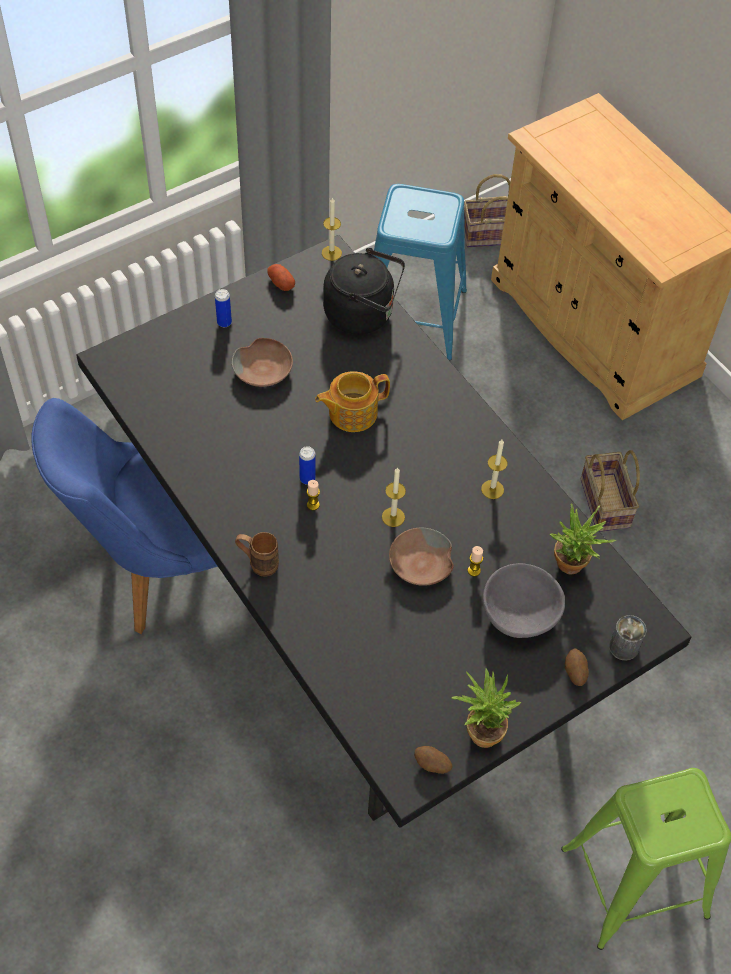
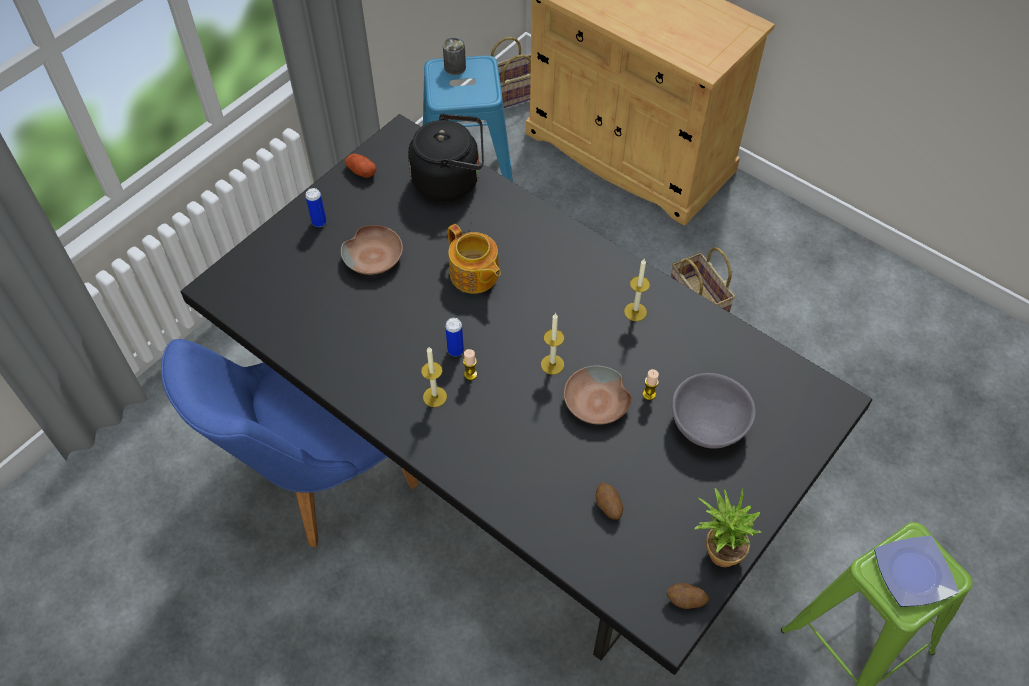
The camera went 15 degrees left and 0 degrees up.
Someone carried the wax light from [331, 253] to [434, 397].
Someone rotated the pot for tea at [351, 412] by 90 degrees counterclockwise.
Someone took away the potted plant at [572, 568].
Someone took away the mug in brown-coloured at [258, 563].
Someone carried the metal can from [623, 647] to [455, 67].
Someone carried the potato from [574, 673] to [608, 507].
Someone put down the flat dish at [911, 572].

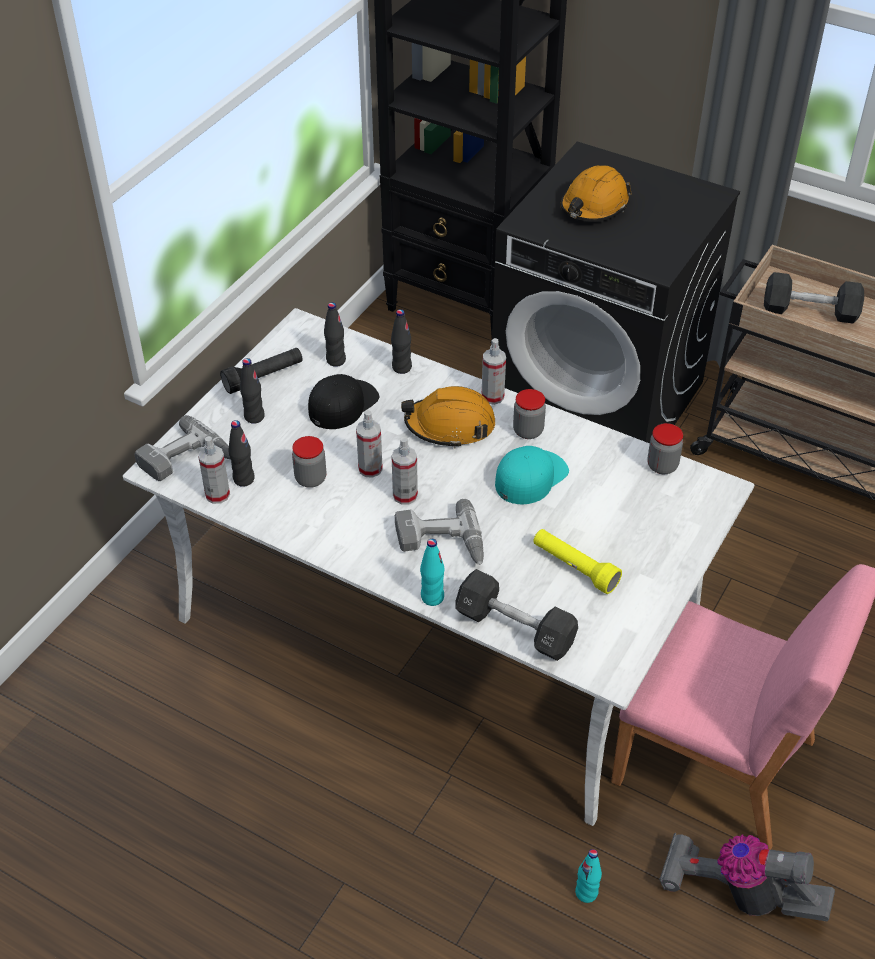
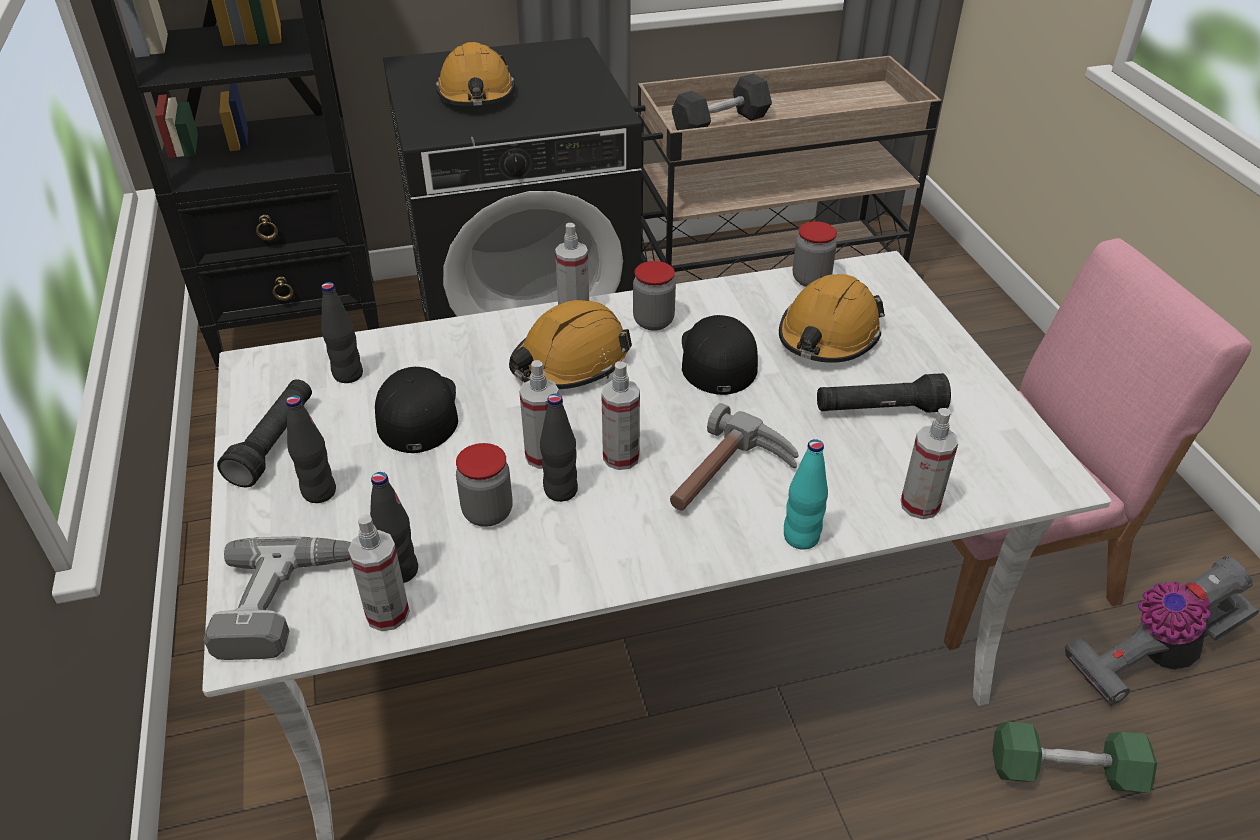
The camera went 45 degrees left and 5 degrees down.
Someone carried the drink bottle in black from [401, 367] to [560, 491].
Someone repainted the peaked cap in blue-green at [530, 477], which became the peaked cap in black at [717, 358].
Someone swapped the electric drill at [440, 544] for the tool hammer at [729, 479].
Someone repainted the torch in yellow at [574, 567], which became the torch in black at [879, 410].
Someone swapped the free weight in black at [515, 628] for the spray bottle at [919, 505].
Someone swapped the drink bottle in blue-green at [586, 893] for the free weight in green-coloured at [1065, 771].
Someone put down the safety helmet in orangey at [828, 336].

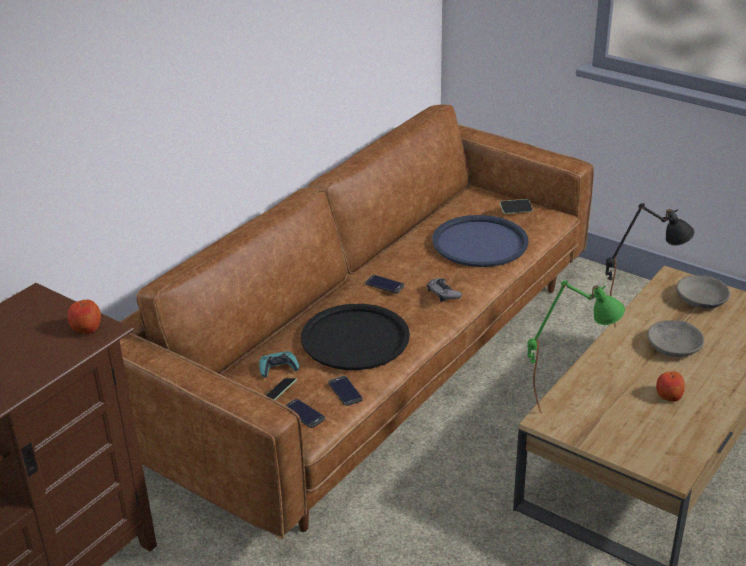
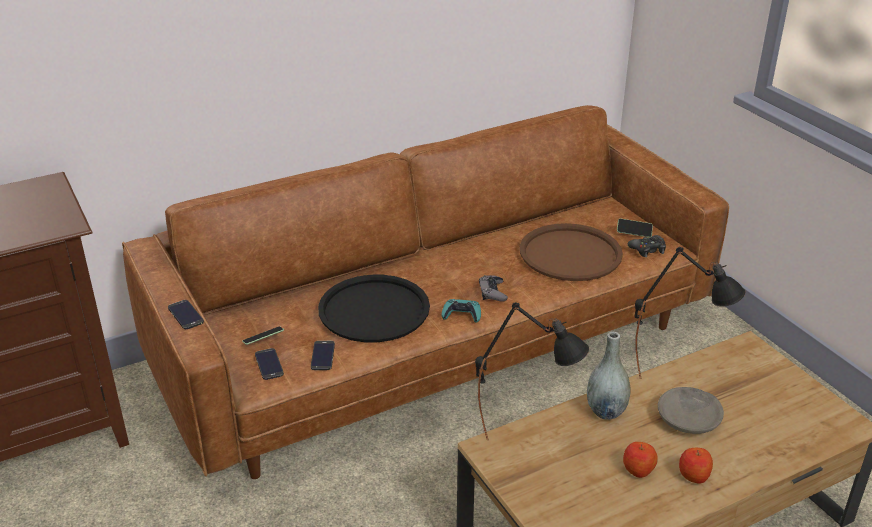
The camera went 25 degrees right and 0 degrees up.
Someone repainted the serving tray in bluish at [480, 243], which became the serving tray in brown-coloured at [570, 254].
Someone carried the telephone from [384, 284] to [185, 315].
Someone took away the bowl in greyish at [701, 300].
Someone repainted the tabletop lamp in green-coloured at [567, 401], which became the tabletop lamp in black at [525, 437].
Someone carried the whole apple from [86, 328] to [693, 475].
Someone carried the gamepad in blue-green from [278, 368] to [461, 314].
Someone put down the gamepad in black at [648, 250].
Someone put down the flower vase in greyish at [606, 411].

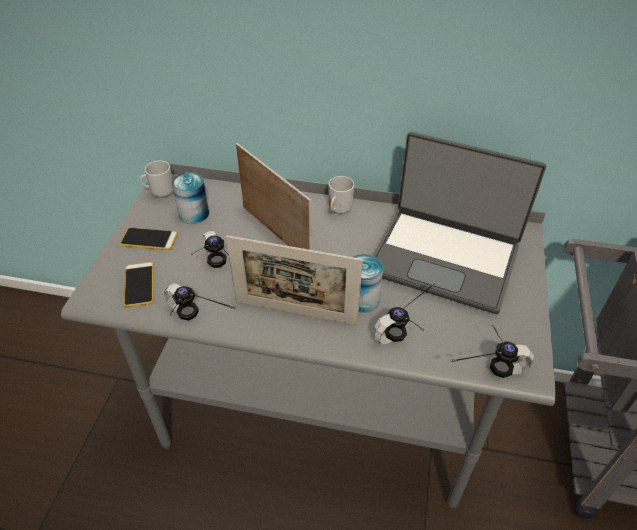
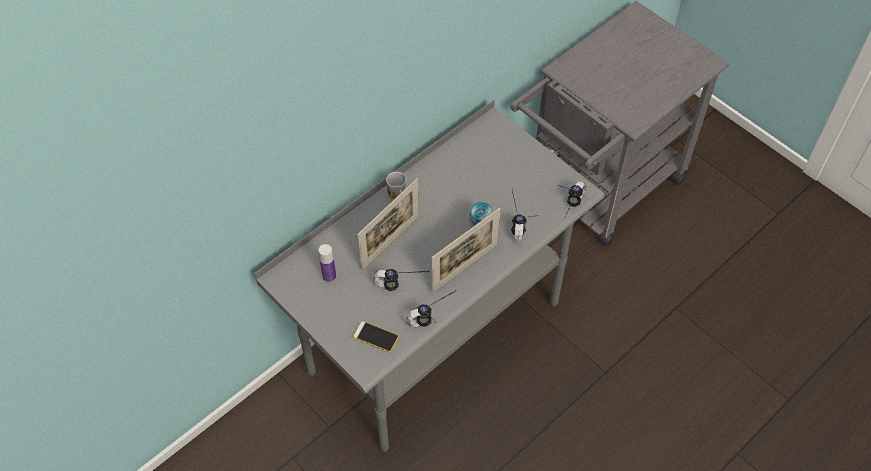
The camera went 55 degrees left and 10 degrees up.
Someone took away the notebook computer at [444, 258].
Someone rotated the picture frame at [275, 234] by 135 degrees clockwise.
Someone took away the mug at [161, 193].
Someone swapped the metal can at [194, 213] for the drink bottle at [329, 276].
Someone took away the telephone at [149, 239].

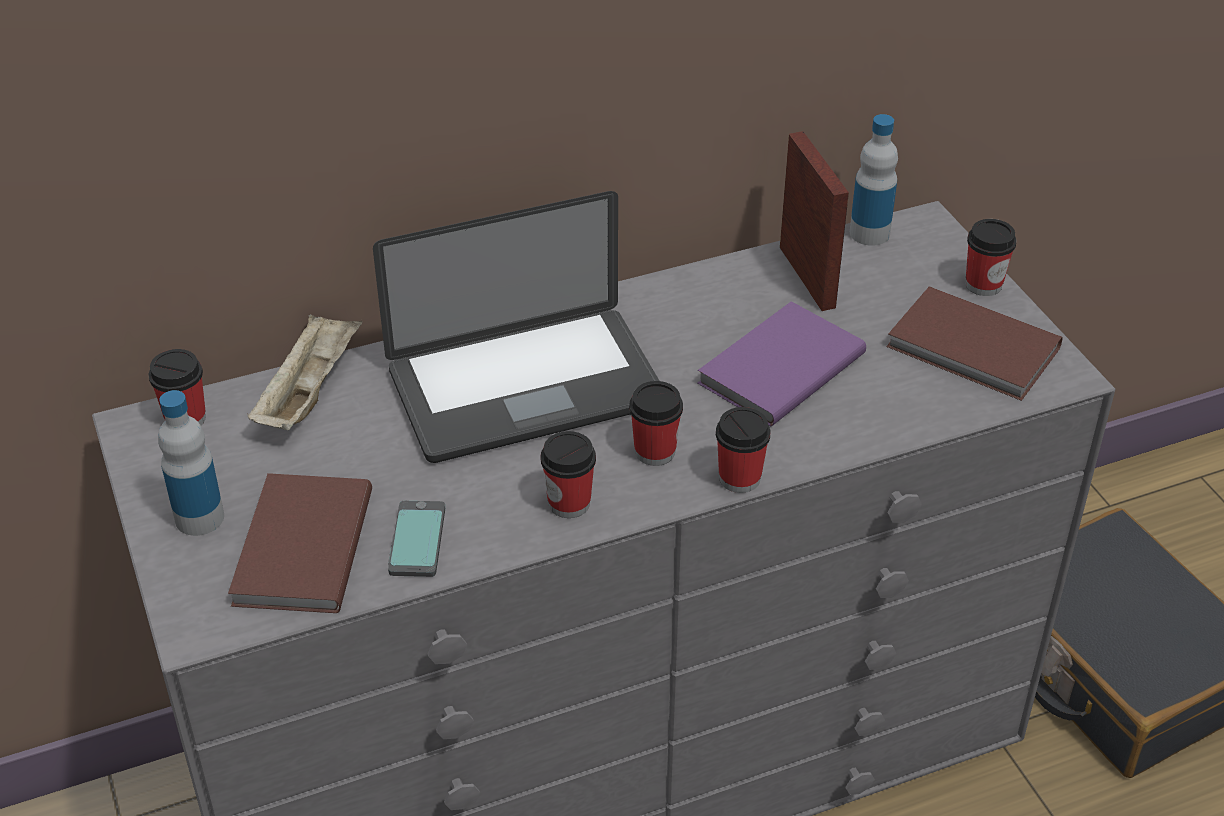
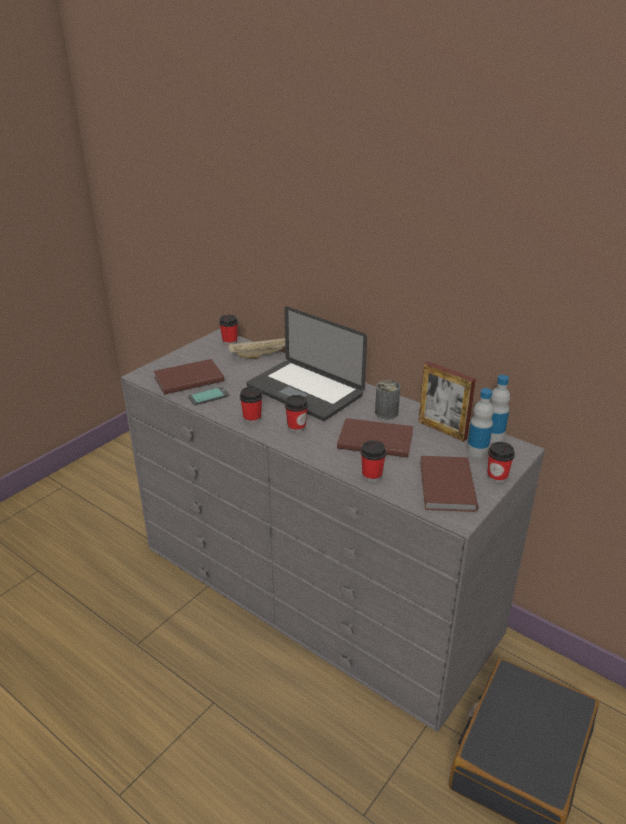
The camera went 60 degrees right and 10 degrees down.
Someone rotated the picture frame at [807, 277] by 90 degrees clockwise.
Someone repainted the bound book in purple at [777, 368], which became the bound book in brown-coloured at [374, 439].
Someone carried the drink bottle from [199, 518] to [477, 451].
Someone carried the cup from [739, 478] to [372, 476].
Someone put down the metal can at [386, 413].

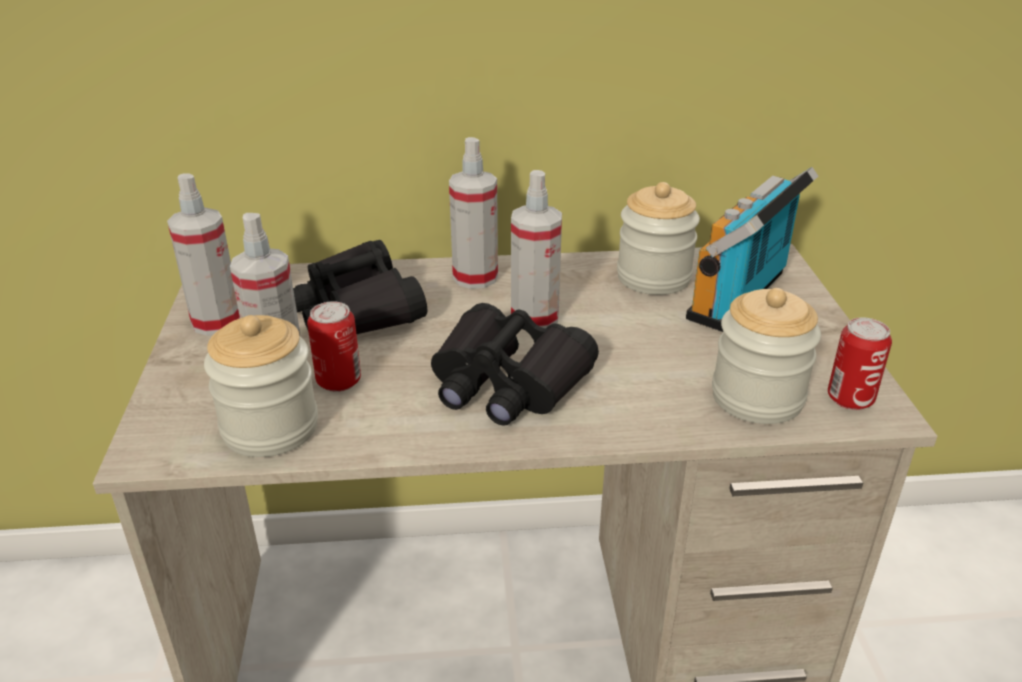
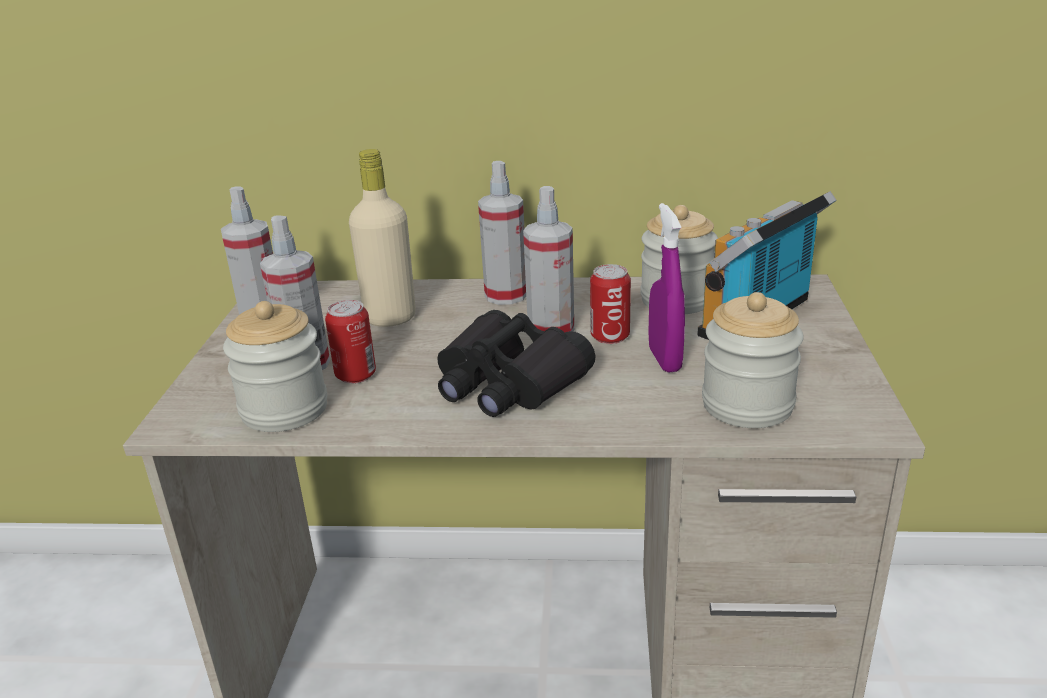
The camera went 10 degrees right and 5 degrees down.
Someone swapped the binoculars in black at [357, 309] for the drink bottle in sand-coloured at [390, 318].
Someone carried the metal can from [850, 399] to [610, 337].
Someone put down the spray bottle in purple at [664, 360].

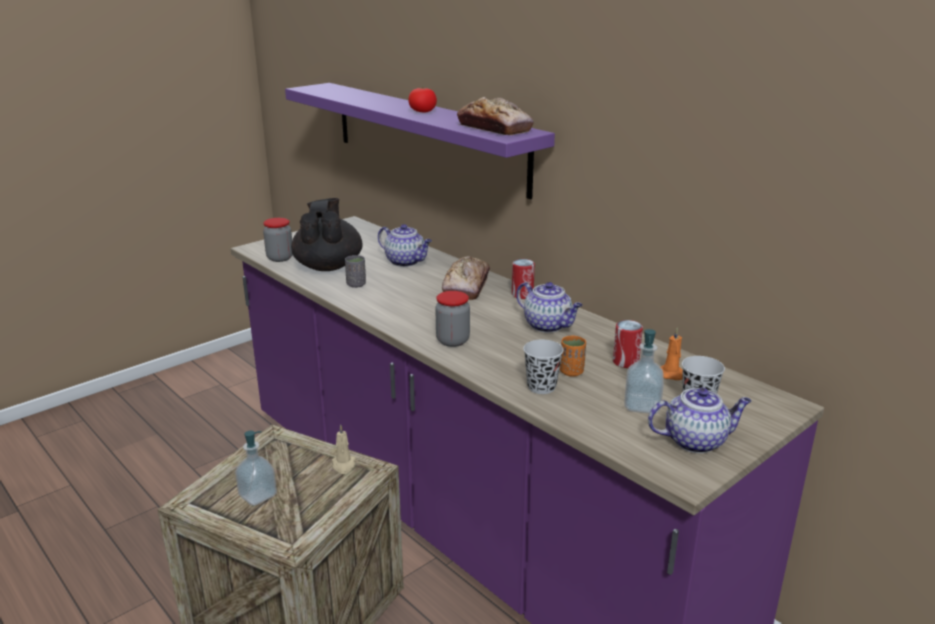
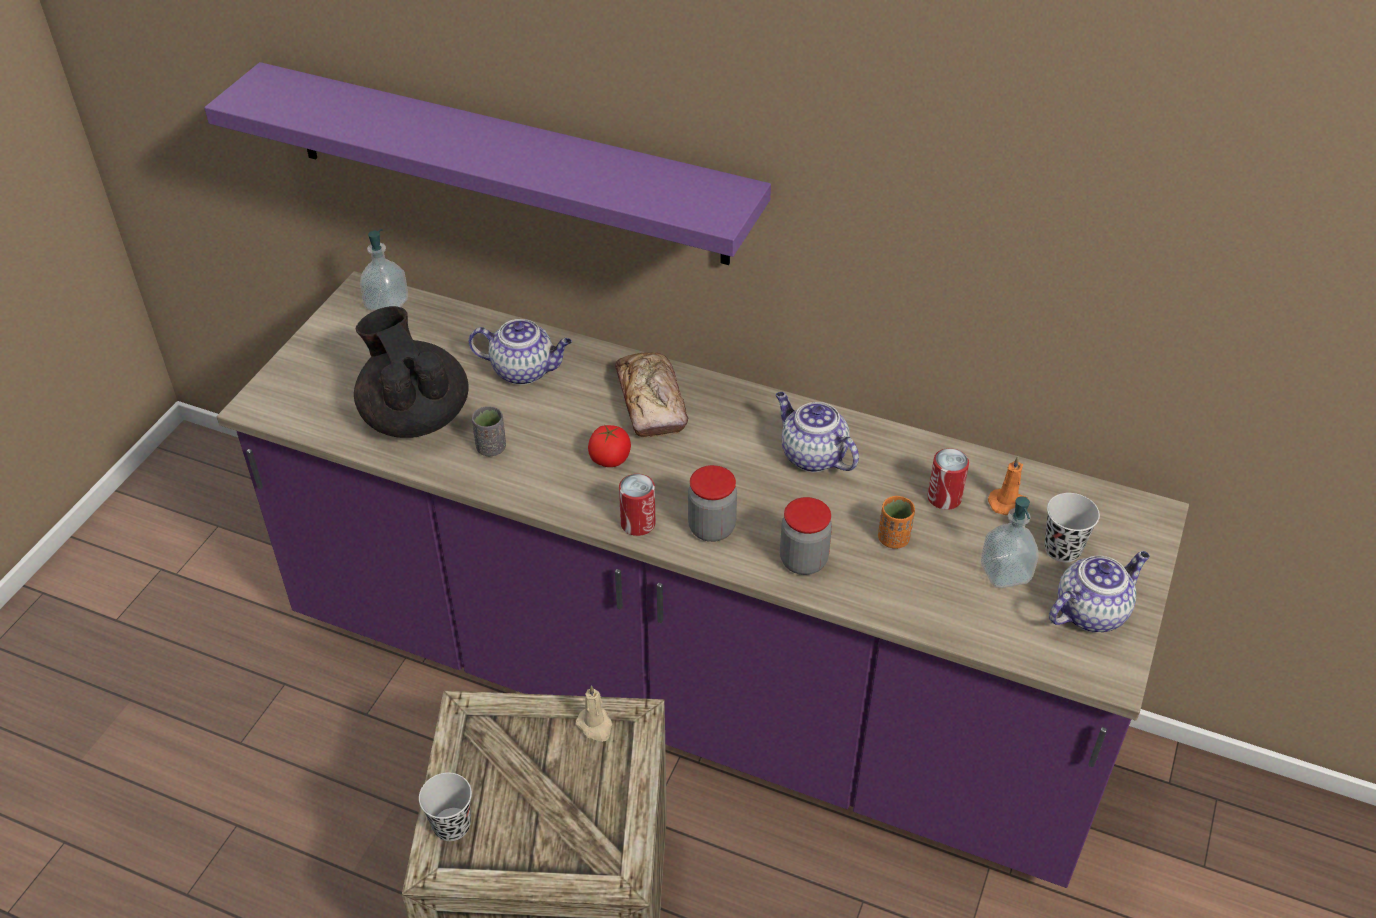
The camera went 25 degrees left and 20 degrees up.
Someone carried the tomato from [422, 112] to [610, 459].
Someone took away the bread at [494, 128].
Someone carried the preserve jar from [280, 258] to [803, 561].
Someone carried the metal can from [522, 295] to [638, 523].
Someone rotated the pot for tea at [548, 326] by 150 degrees counterclockwise.
Someone carried the cup in black from [541, 387] to [452, 825].
Someone carried the soap bottle from [258, 495] to [387, 304].

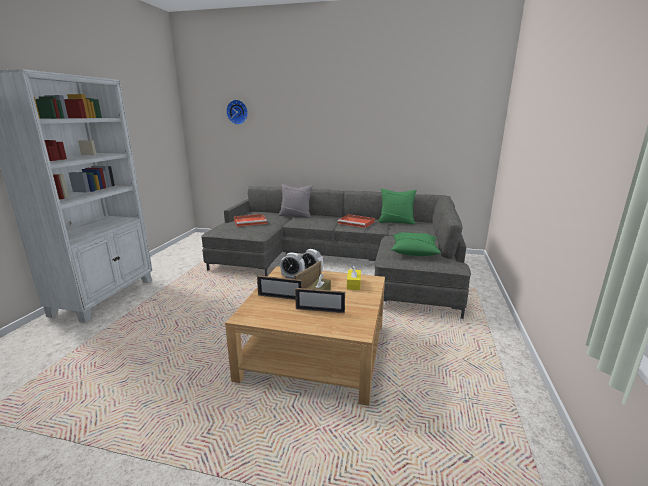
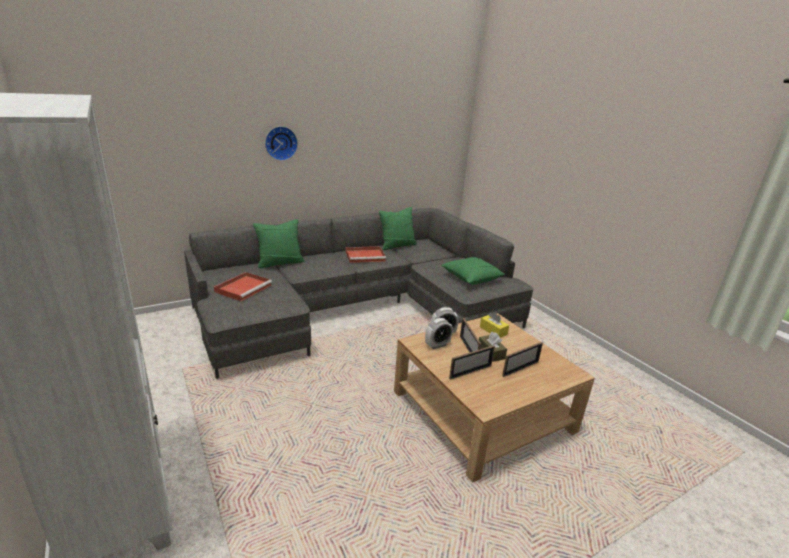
The camera went 45 degrees left and 5 degrees up.
Someone carried the clock on the wall from [237, 112] to [280, 143].
Someone repainted the cushion in greyish at [295, 215], which became the cushion in green-coloured at [280, 263].

